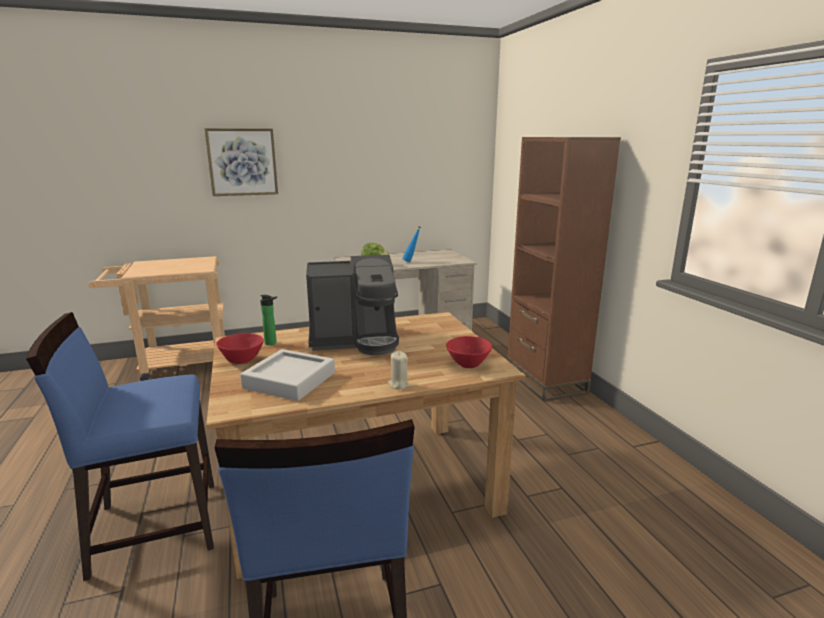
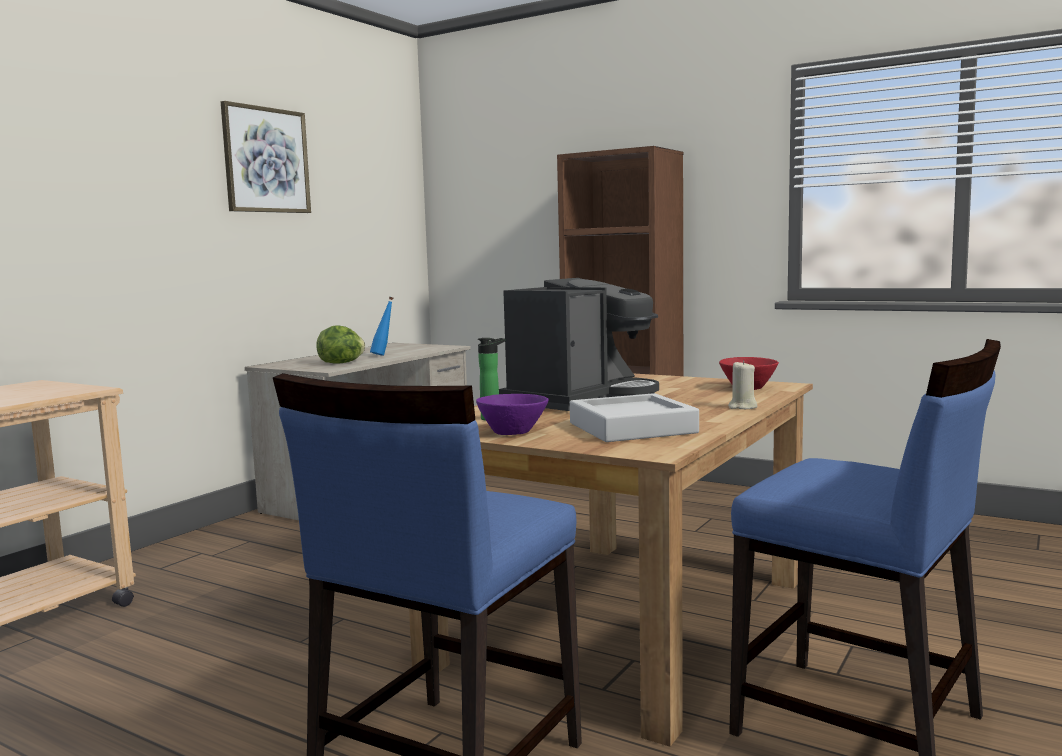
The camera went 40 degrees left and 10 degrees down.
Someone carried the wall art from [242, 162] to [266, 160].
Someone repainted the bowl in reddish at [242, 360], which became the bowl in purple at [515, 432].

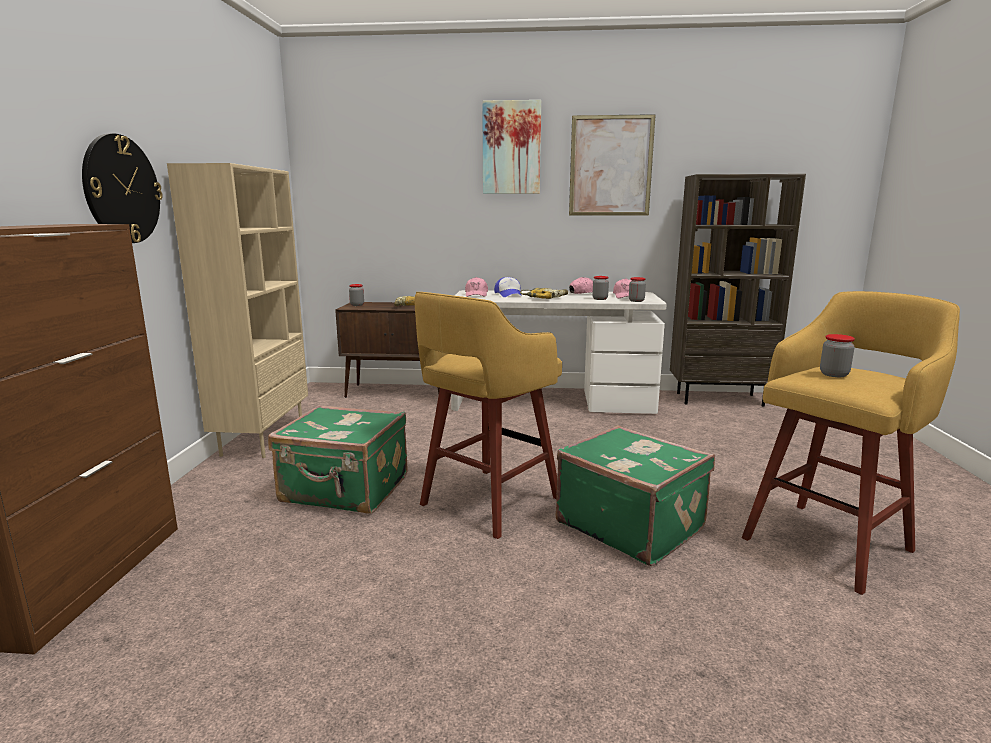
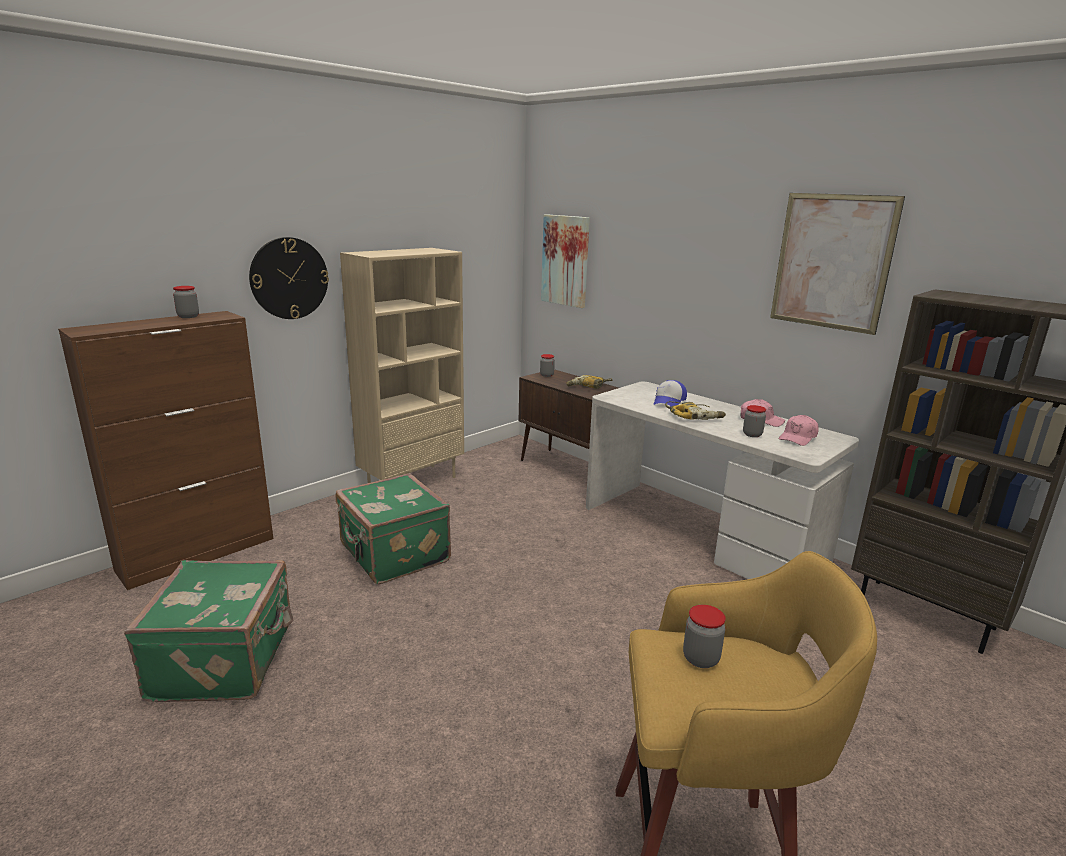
The camera went 40 degrees right and 5 degrees up.
Someone carried the wall art from [511, 148] to [565, 260].
Someone took away the peaked cap in pink at [476, 294].
Someone carried the preserve jar from [636, 301] to [188, 316].
Someone took away the stool in yellow at [487, 503].
Someone carried the travel case in green-coloured from [631, 525] to [226, 660].

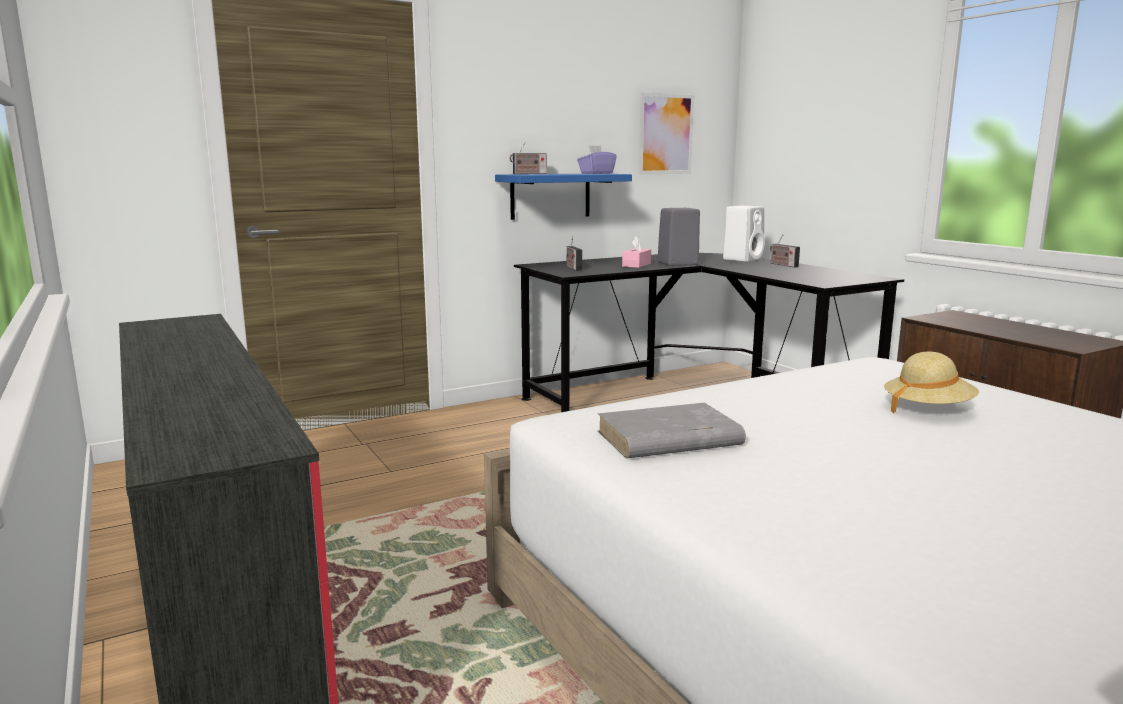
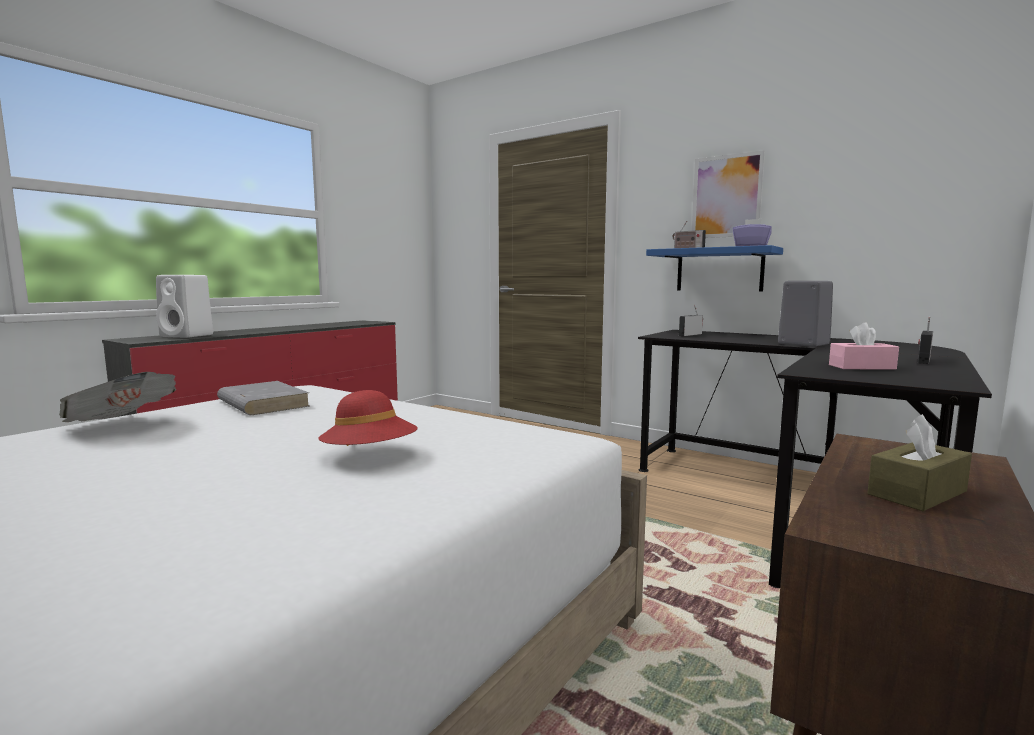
The camera went 65 degrees right and 5 degrees down.
Someone carried the wall art from [665, 134] to [726, 196].
Someone carried the loudspeaker in white-coloured from [743, 259] to [188, 336].
Someone carried the tissue box in pink from [636, 265] to [861, 367].
Someone repainted the clothing hat in sand-coloured at [927, 409], which became the clothing hat in reddish at [370, 456].
Someone put down the printed paper at [122, 426].
Someone put down the tissue box in brown-coloured at [917, 493].

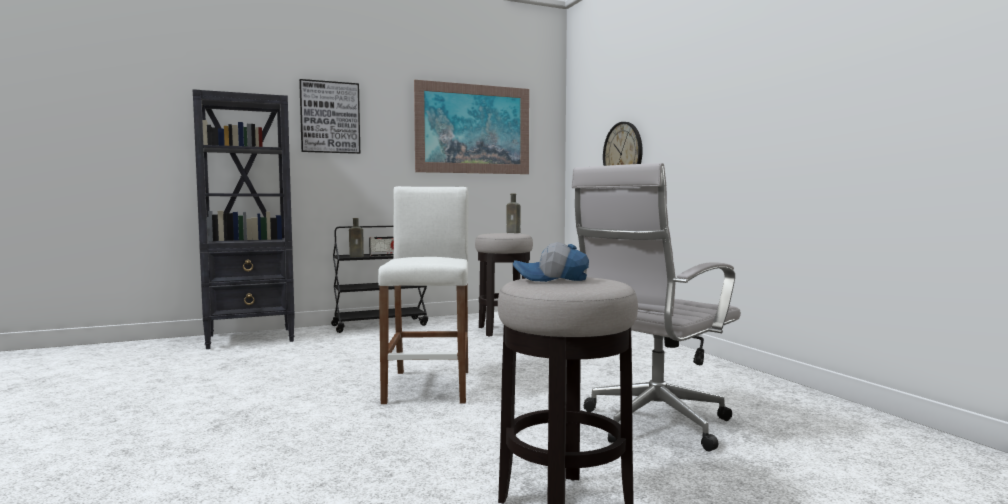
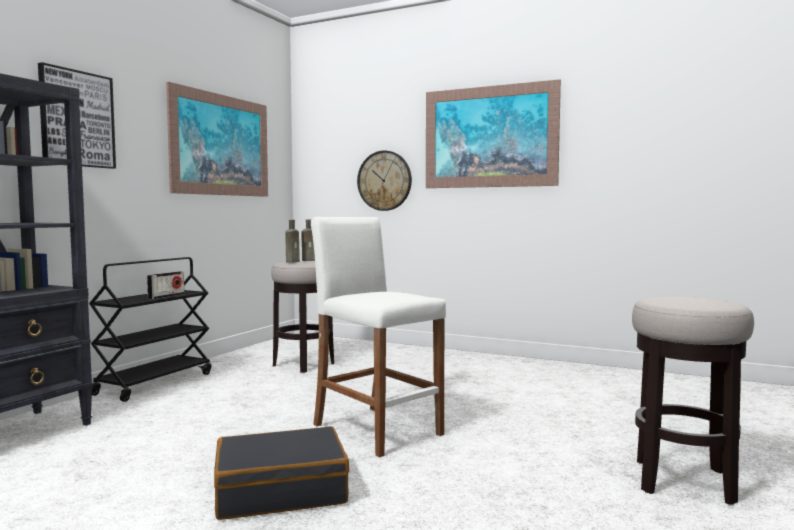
The camera went 40 degrees left and 0 degrees up.
Someone took away the desk chair in white-coloured at [651, 425].
Someone carried the drink bottle in brown-coloured from [357, 256] to [293, 261].
Someone took away the peaked cap at [551, 279].
Someone put up the wall art at [489, 137].
Someone put down the travel case in black at [280, 490].

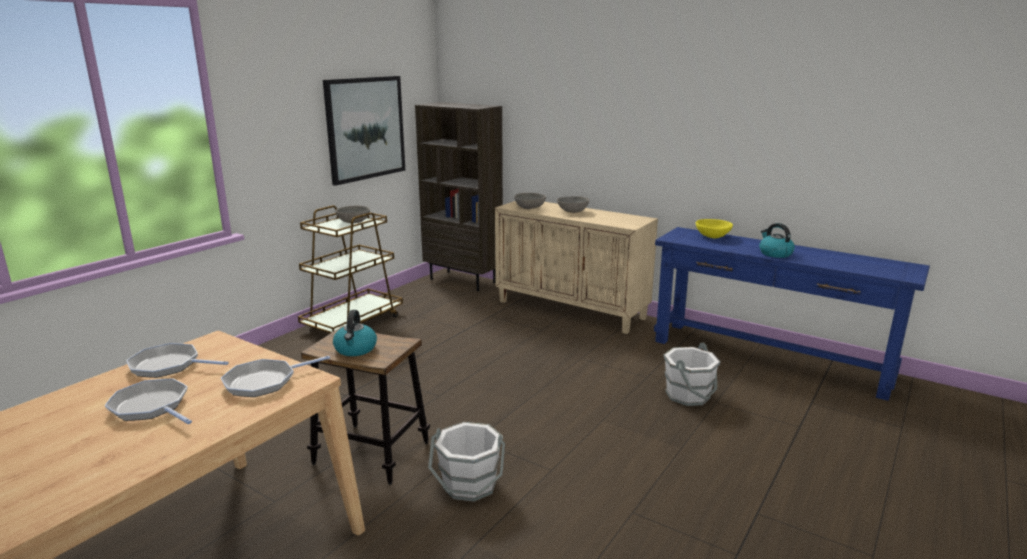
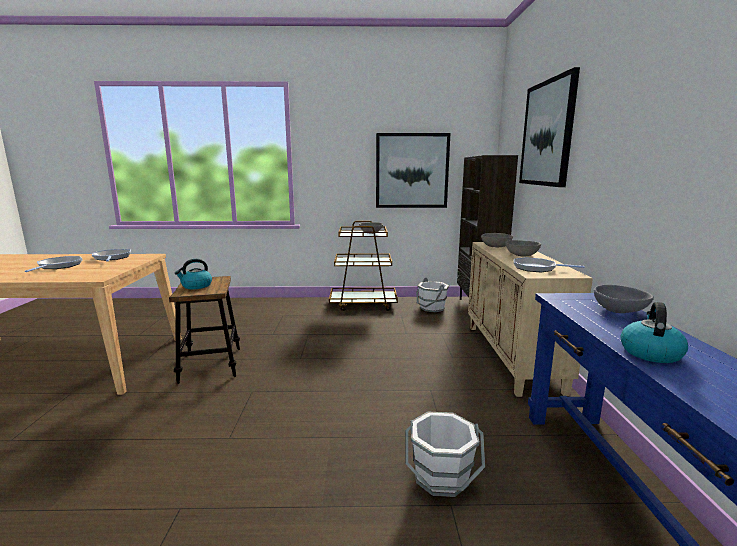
The camera went 55 degrees right and 5 degrees down.
Someone repainted the bowl in yellow at [712, 237], which became the bowl in greyish at [619, 311].
Someone carried the pan from [264, 382] to [537, 268].
Someone carried the bucket in white-coloured from [470, 485] to [431, 308].
Someone put up the wall art at [547, 133].

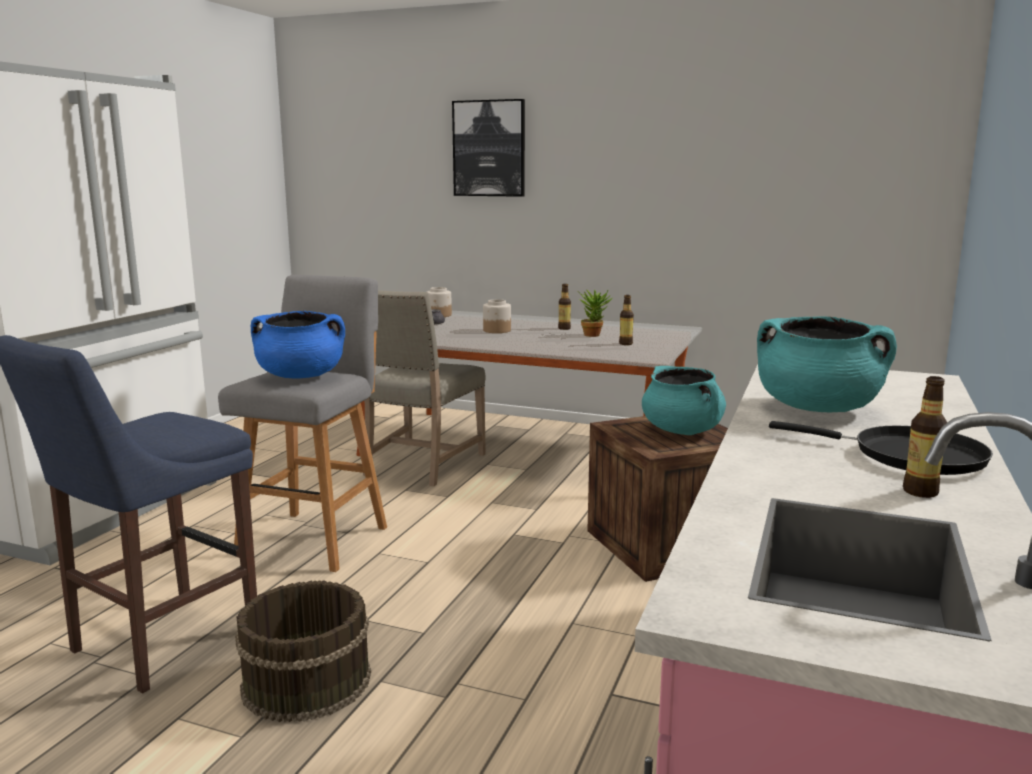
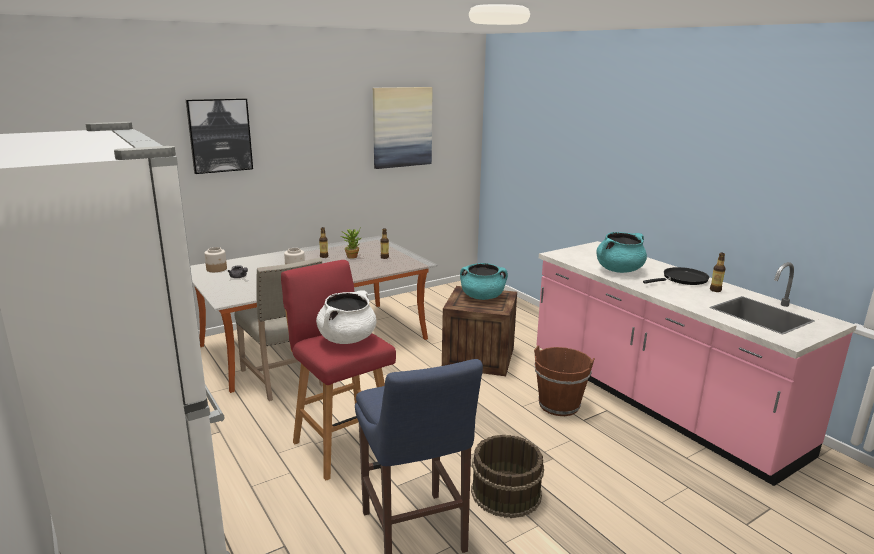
The camera went 55 degrees left and 5 degrees up.
Someone repainted the stool in greyish at [316, 538], which became the stool in reddish at [342, 444].
Someone repainted the cooking pot in bluish at [301, 376], which became the cooking pot in white-coloured at [347, 339].
Someone put up the wall art at [402, 127].
Someone put down the bucket in brown-coloured at [558, 405].

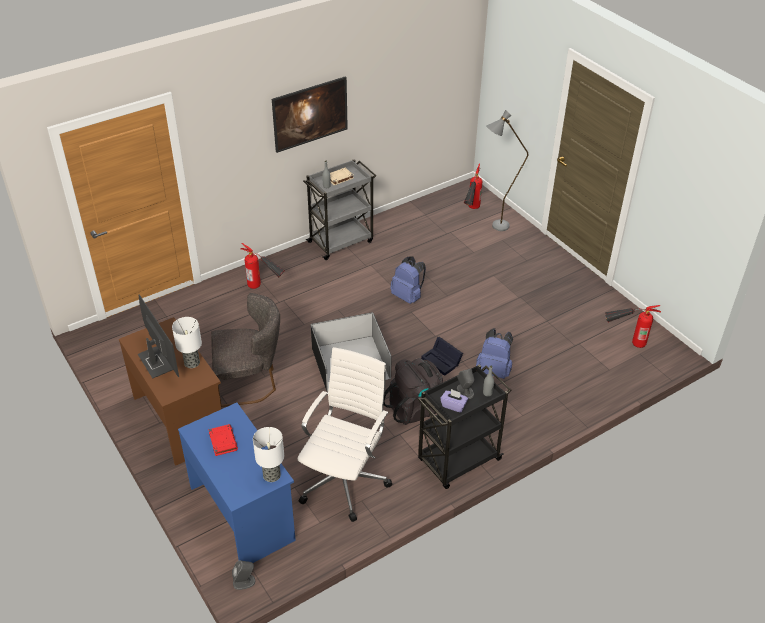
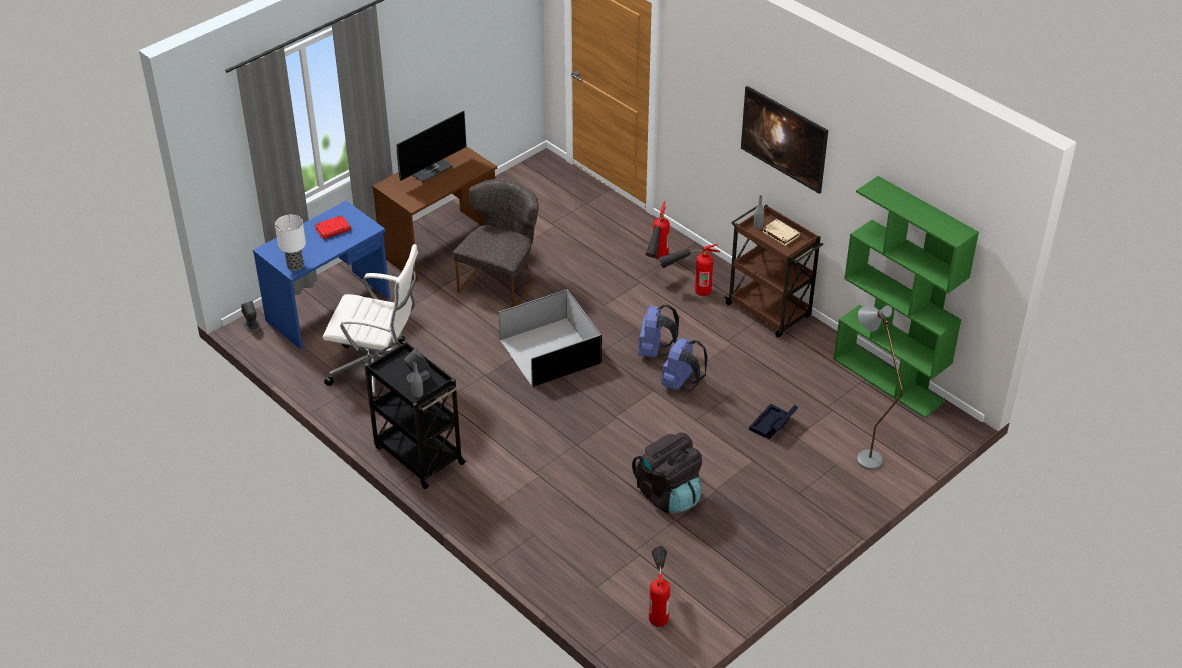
The camera went 80 degrees right and 0 degrees up.
Someone repainted the trolley in greyish at [341, 241], which became the trolley in brown-coloured at [769, 311].
Someone carried the fire extinguisher from [471, 212] to [687, 289].
Someone rotated the chair in greyish at [250, 382] by 135 degrees counterclockwise.
Someone took away the tabletop lamp at [192, 363].
Someone carried the knapsack in bluish from [494, 370] to [655, 351].
Someone carried the storage box in black from [442, 361] to [772, 425].
Someone carried the knapsack in black from [415, 408] to [668, 494].
Someone took away the tissue box in purple at [453, 405].
Someone put down the bookshelf in green-coloured at [889, 380].

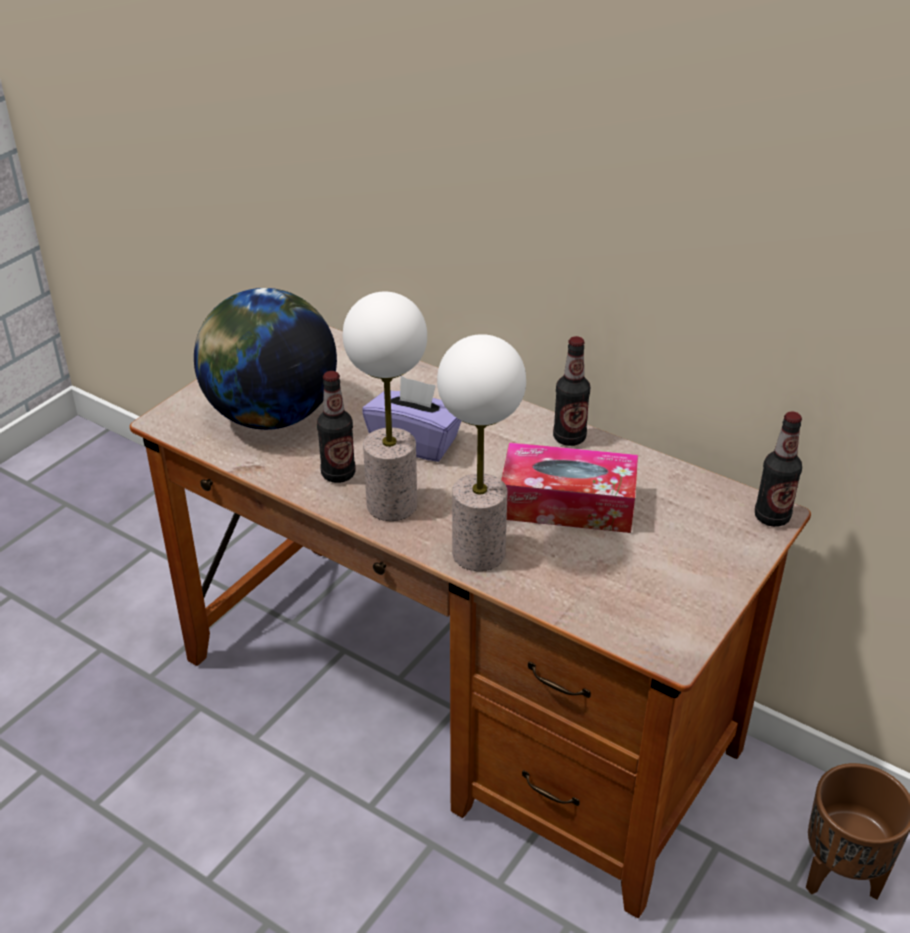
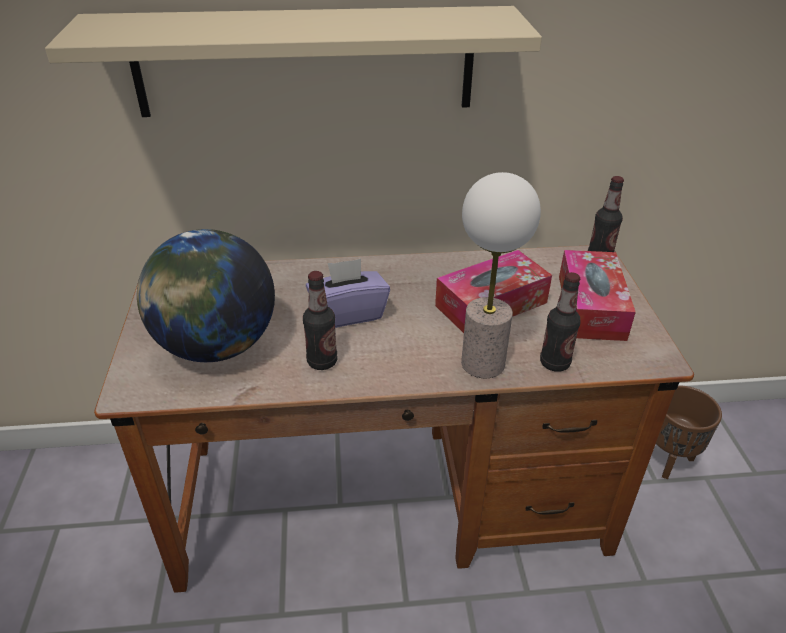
The camera went 40 degrees left and 0 degrees up.
Someone took away the tabletop lamp at [392, 504].
Someone carried the drink bottle from [569, 438] to [554, 363].
Someone put up the wall shelf in sand-coloured at [305, 62].
Someone put down the tissue box at [591, 307].

